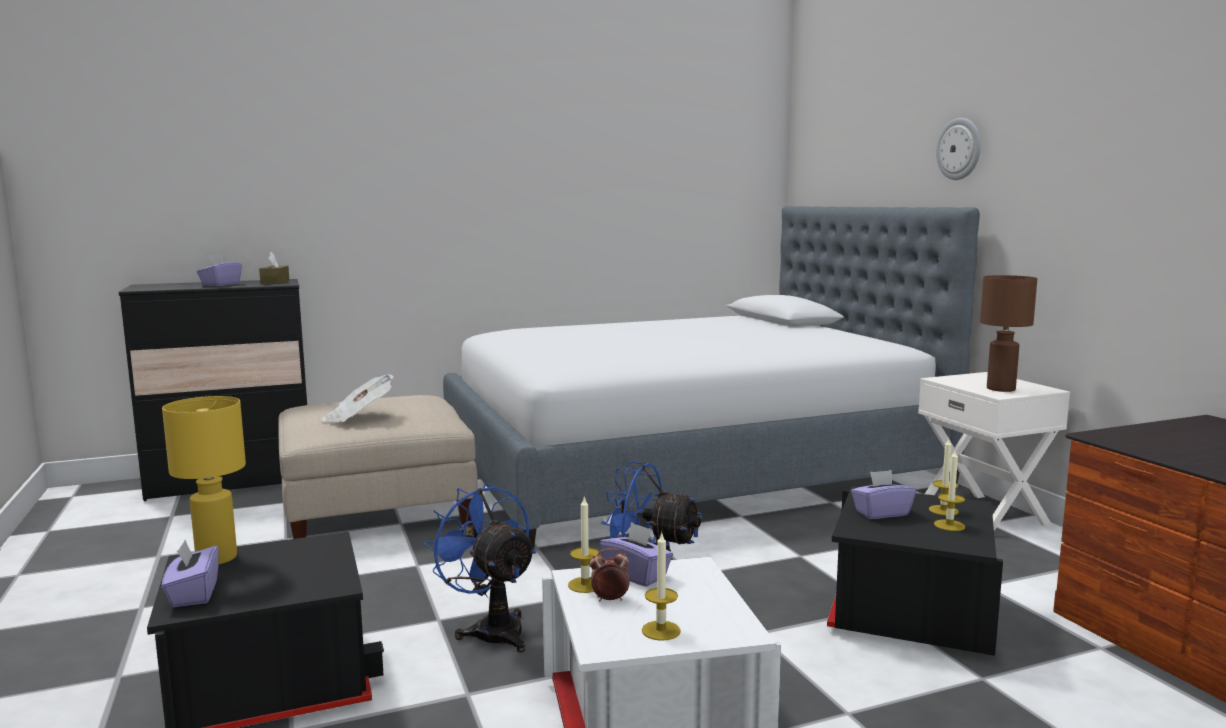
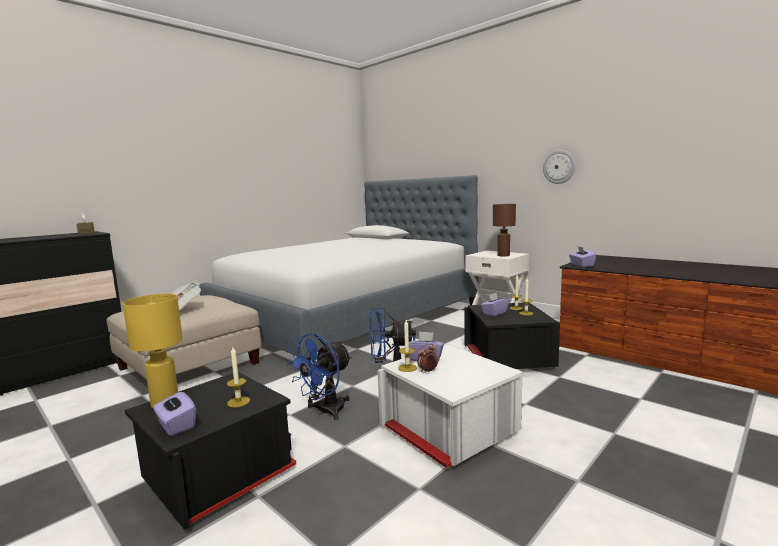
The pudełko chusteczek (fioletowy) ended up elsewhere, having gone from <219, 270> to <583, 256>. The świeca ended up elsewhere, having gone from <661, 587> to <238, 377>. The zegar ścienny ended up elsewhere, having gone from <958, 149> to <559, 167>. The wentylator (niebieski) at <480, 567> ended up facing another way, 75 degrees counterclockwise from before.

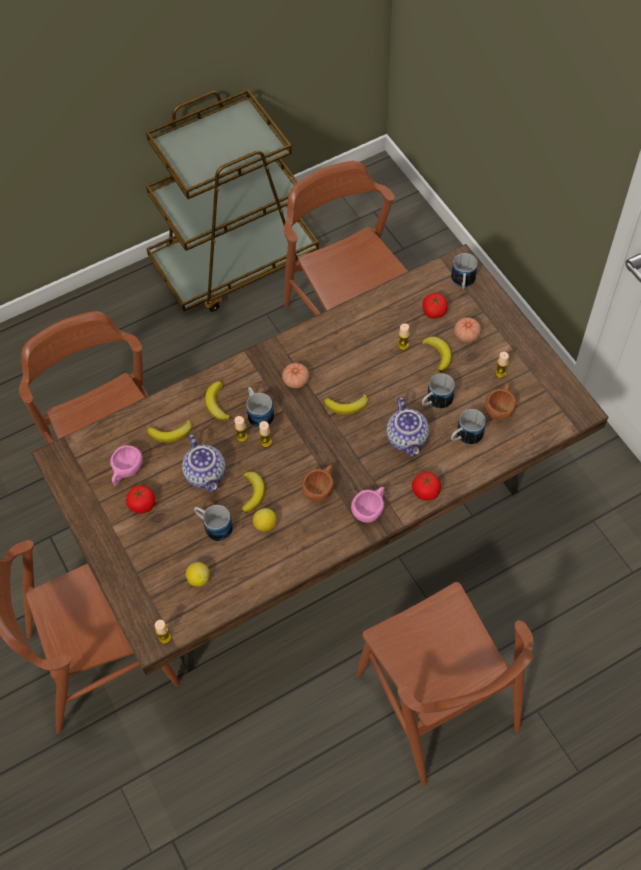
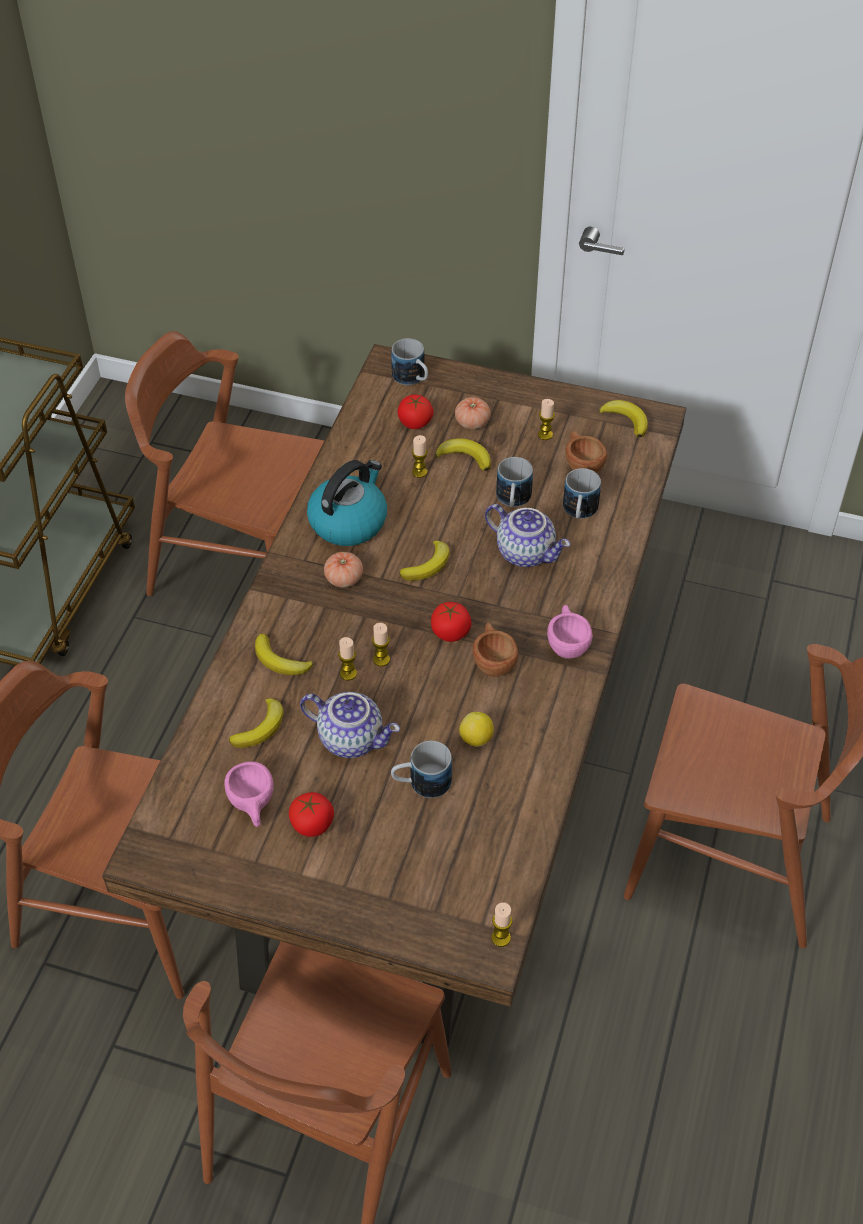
The second view lost the cytryna at <198, 574>. The second view lost the kubek at <260, 407>. The second view gained the czajnik at <347, 503>. The banan ended up elsewhere, having gone from <253, 492> to <623, 418>. The pomidor ended up elsewhere, having gone from <426, 486> to <451, 622>.

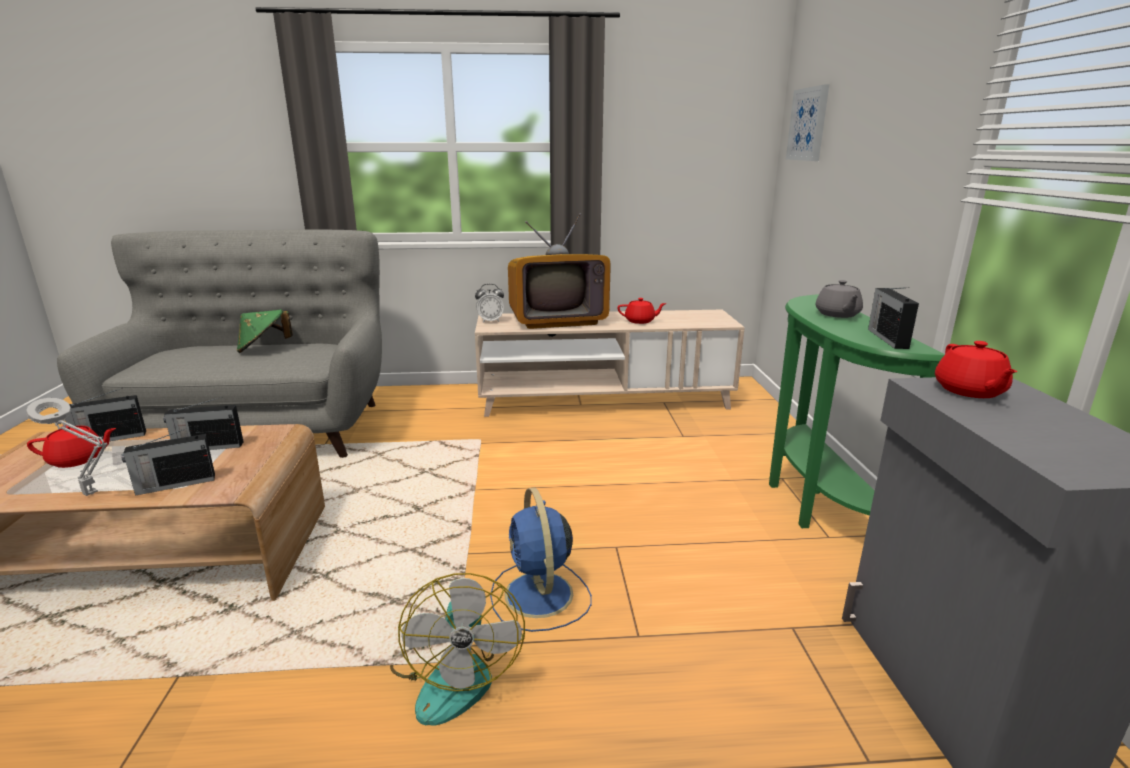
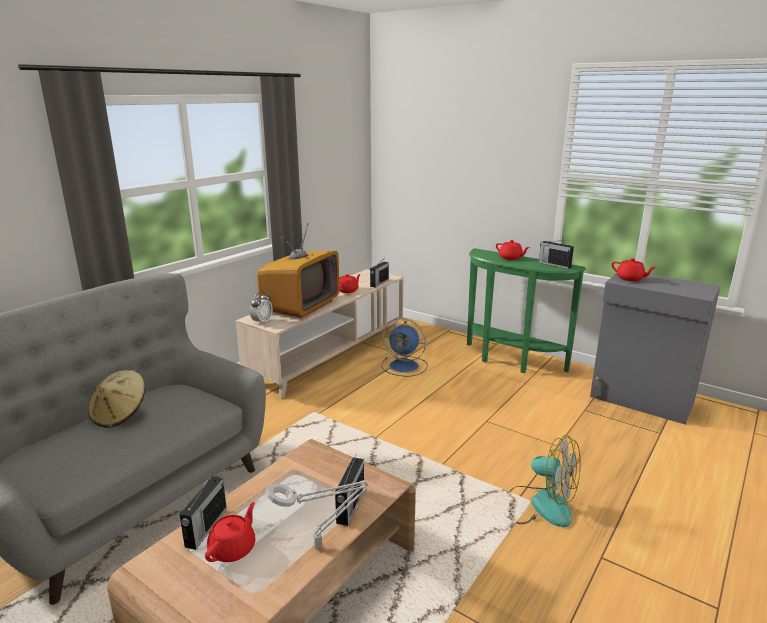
The second view lost the obraz at <807, 123>. The radio ended up elsewhere, having gone from <204, 423> to <379, 275>. The wentylator (niebieski) ended up elsewhere, having gone from <541, 559> to <405, 347>. What was the kapelusz (zielony) at <265, 331> turned into the kapelusz (beżowy) at <116, 399>. What was the imbryk (szary) at <839, 299> turned into the imbryk (czerwony) at <513, 250>.

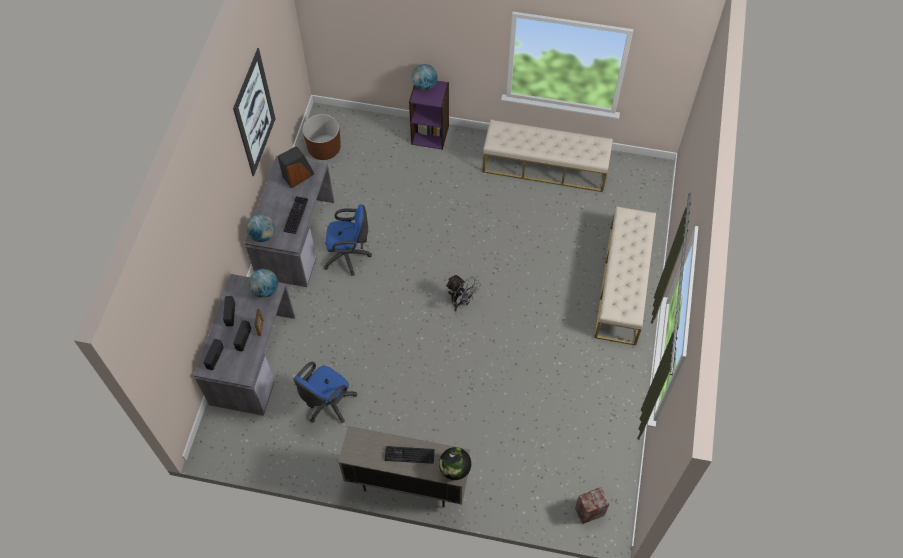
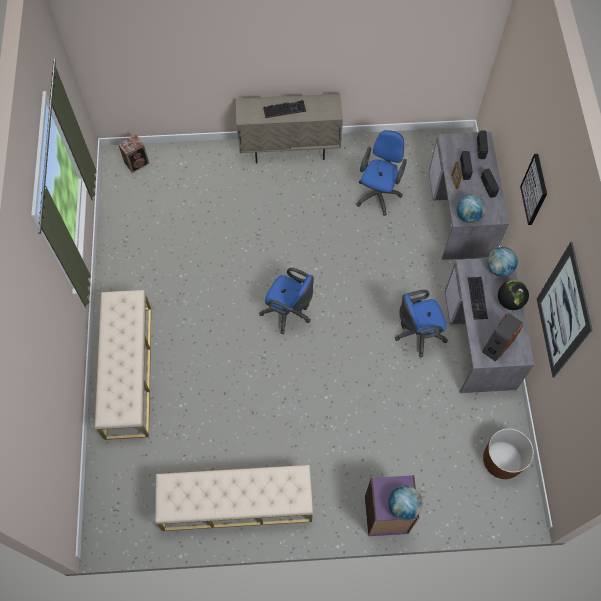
The second view gained the obraz at <533, 189>. The globus ended up elsewhere, having gone from <455, 463> to <513, 295>. Where the wentylator (szary) stood at <463, 293>, the krzesło biurowe (niebieski) came to stand at <286, 301>.

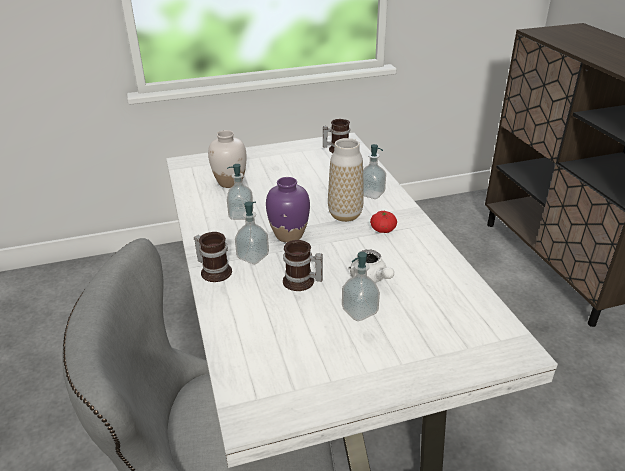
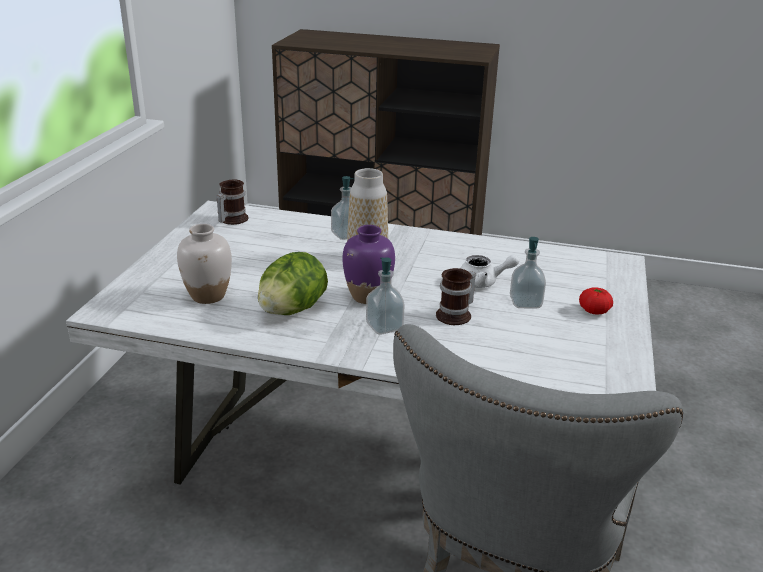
The second view lost the kubek at <213, 257>. The pomidor ended up elsewhere, having gone from <383, 222> to <596, 300>. Where the dozownik mydła stood at <240, 192>, the sałata came to stand at <293, 283>.

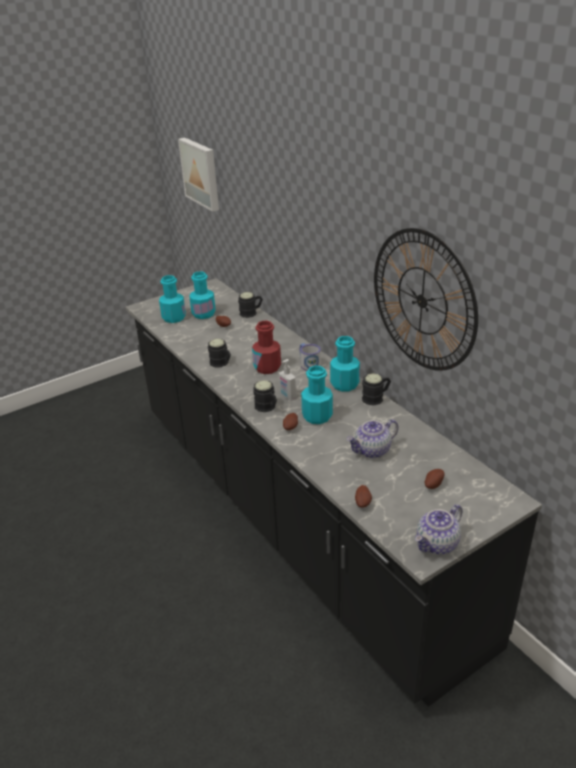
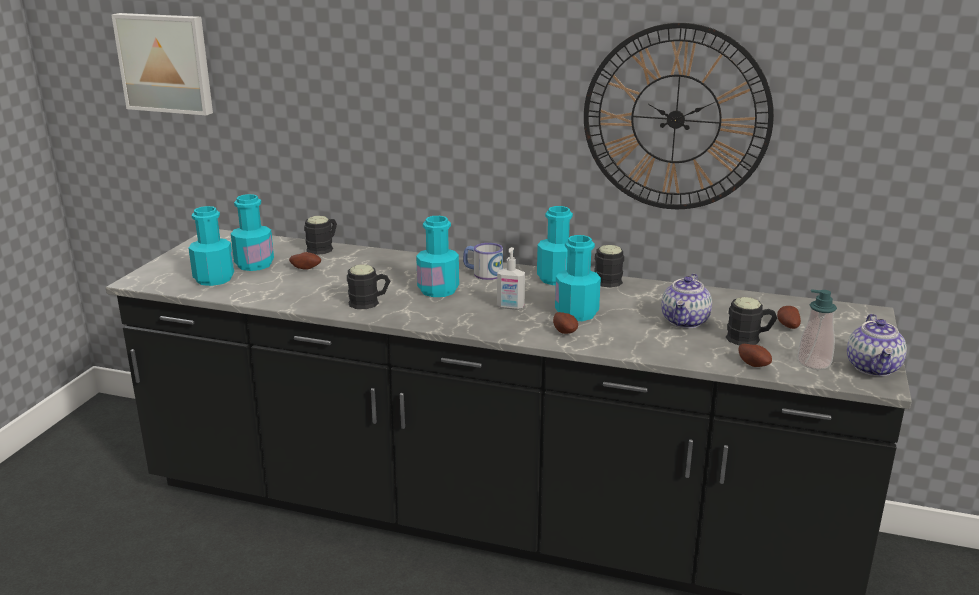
The second view gained the dozownik mydła at <817, 329>. The kubek (czarny) ended up elsewhere, having gone from <265, 396> to <751, 321>. What was the butelka (czerwony) at <266, 347> turned into the butelka (turkusowy) at <437, 256>.

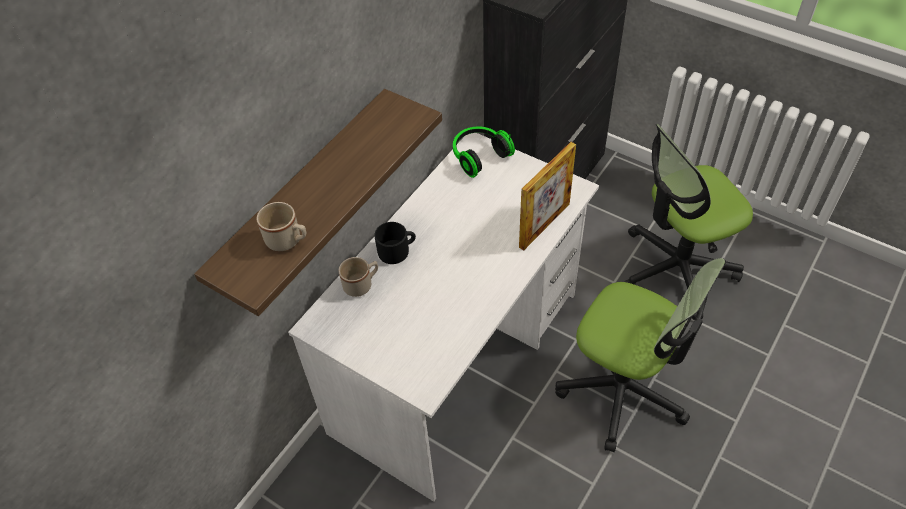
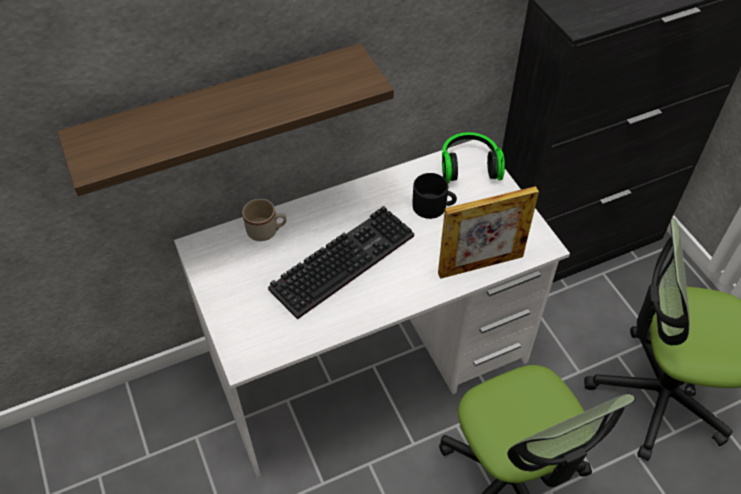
The second view lost the kubek (beżowy) at <281, 226>. The second view gained the klawiatura at <341, 262>. The kubek (czarny) ended up elsewhere, having gone from <395, 243> to <434, 196>.

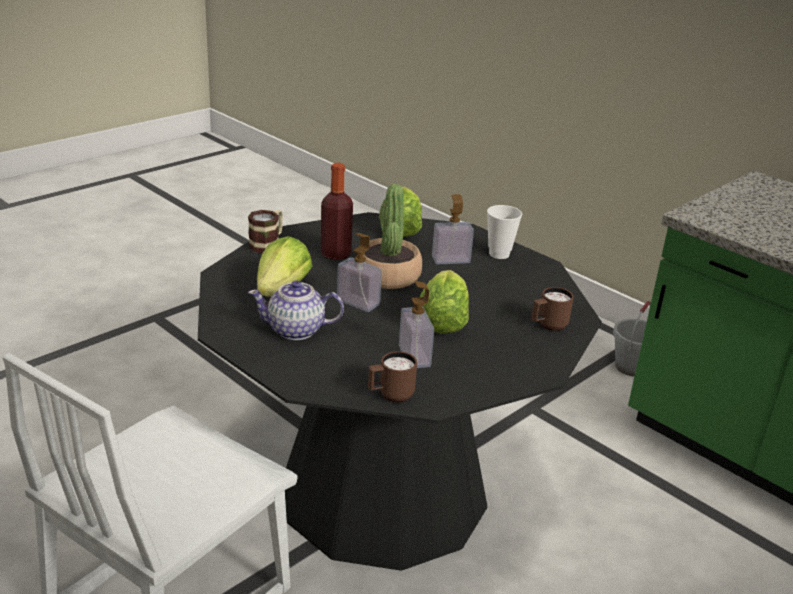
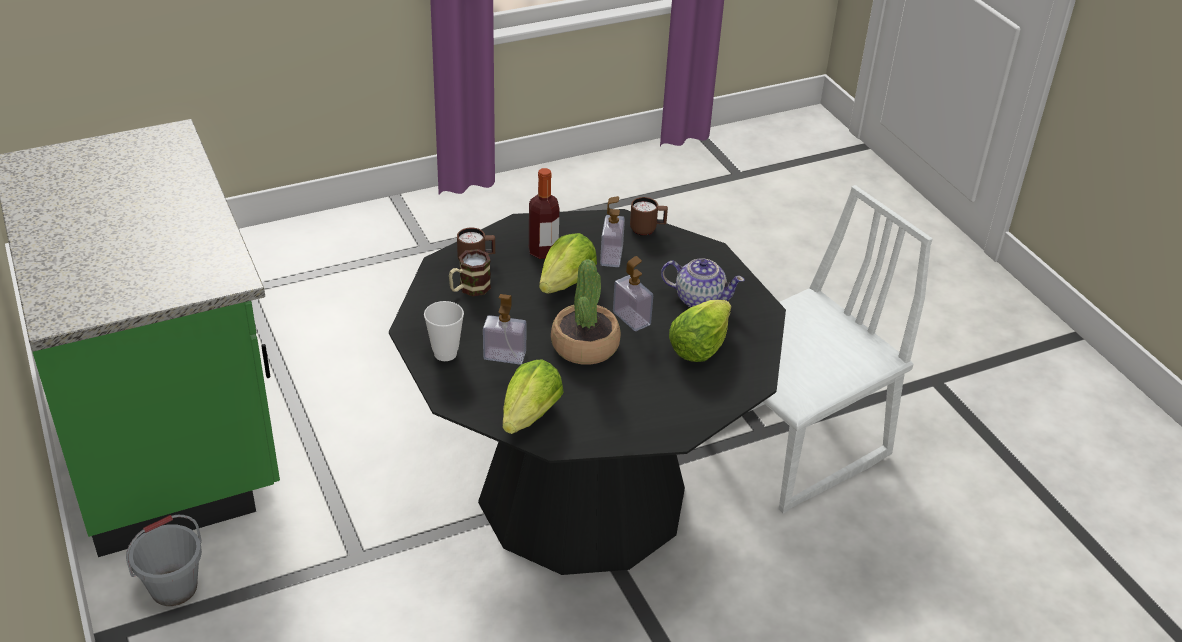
The kubek ended up elsewhere, having gone from <265, 231> to <470, 272>. The butelka ended up elsewhere, having gone from <337, 211> to <544, 213>.

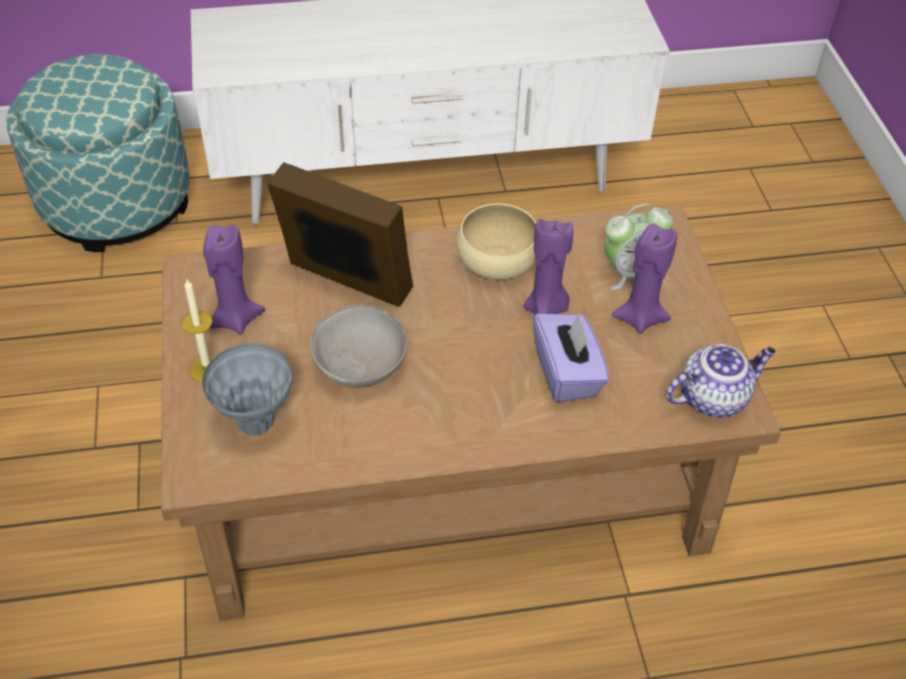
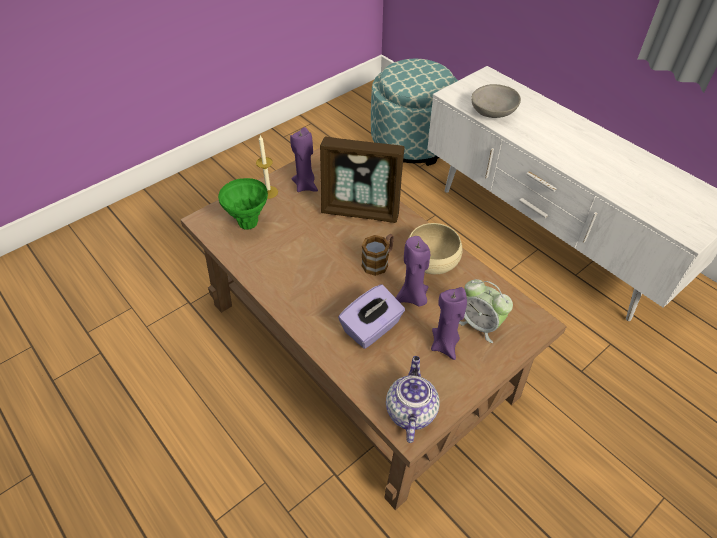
The second view gained the kubek at <378, 255>. The miska (szary) ended up elsewhere, having gone from <359, 346> to <496, 101>. What was the wazon (szary) at <247, 389> turned into the wazon (zielony) at <243, 203>. The ramka na zdjęcie at <340, 234> ended up facing another way, 105 degrees clockwise from before. The imbryk at <720, 380> ended up facing another way, 120 degrees counterclockwise from before.

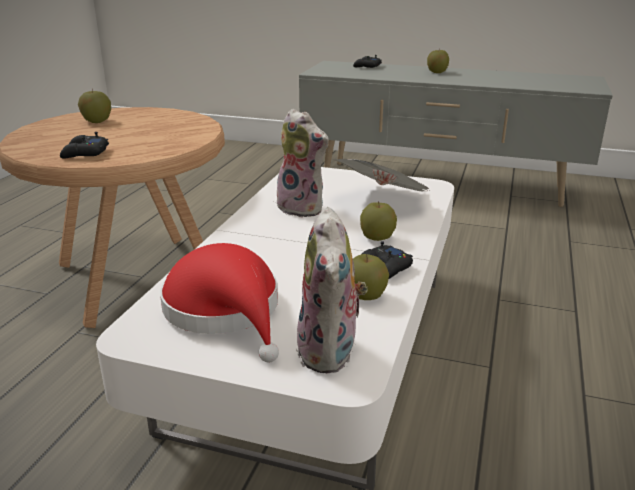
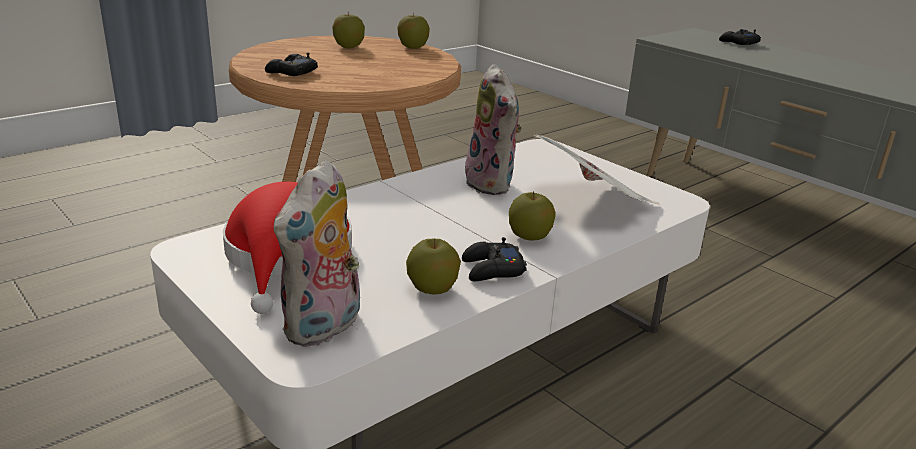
The jabłko ended up elsewhere, having gone from <438, 60> to <413, 31>.

